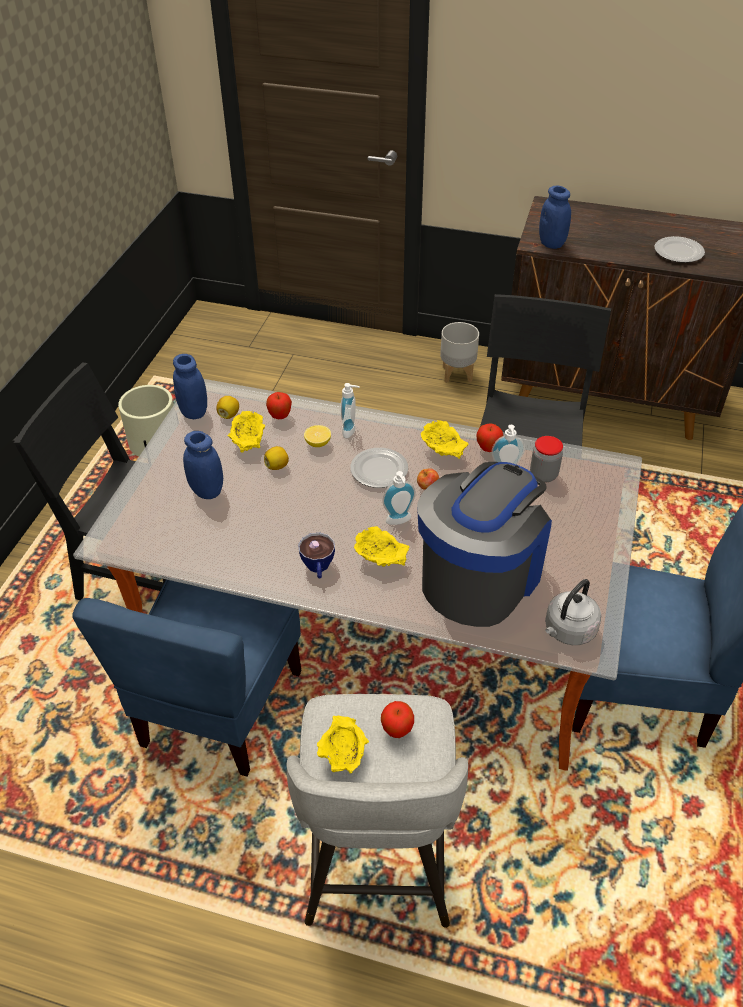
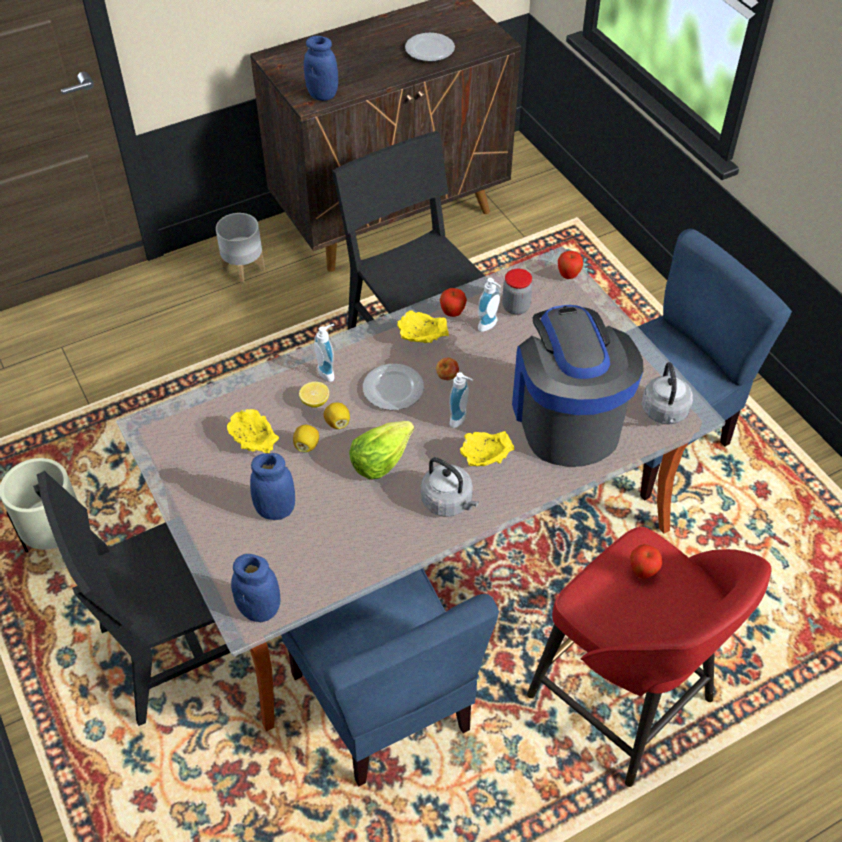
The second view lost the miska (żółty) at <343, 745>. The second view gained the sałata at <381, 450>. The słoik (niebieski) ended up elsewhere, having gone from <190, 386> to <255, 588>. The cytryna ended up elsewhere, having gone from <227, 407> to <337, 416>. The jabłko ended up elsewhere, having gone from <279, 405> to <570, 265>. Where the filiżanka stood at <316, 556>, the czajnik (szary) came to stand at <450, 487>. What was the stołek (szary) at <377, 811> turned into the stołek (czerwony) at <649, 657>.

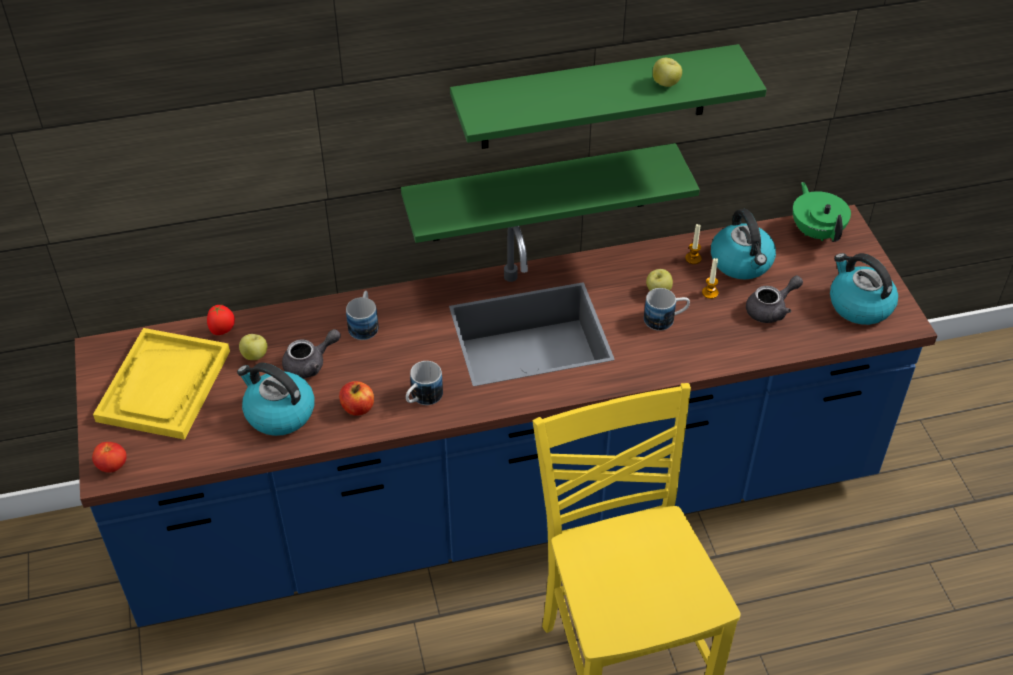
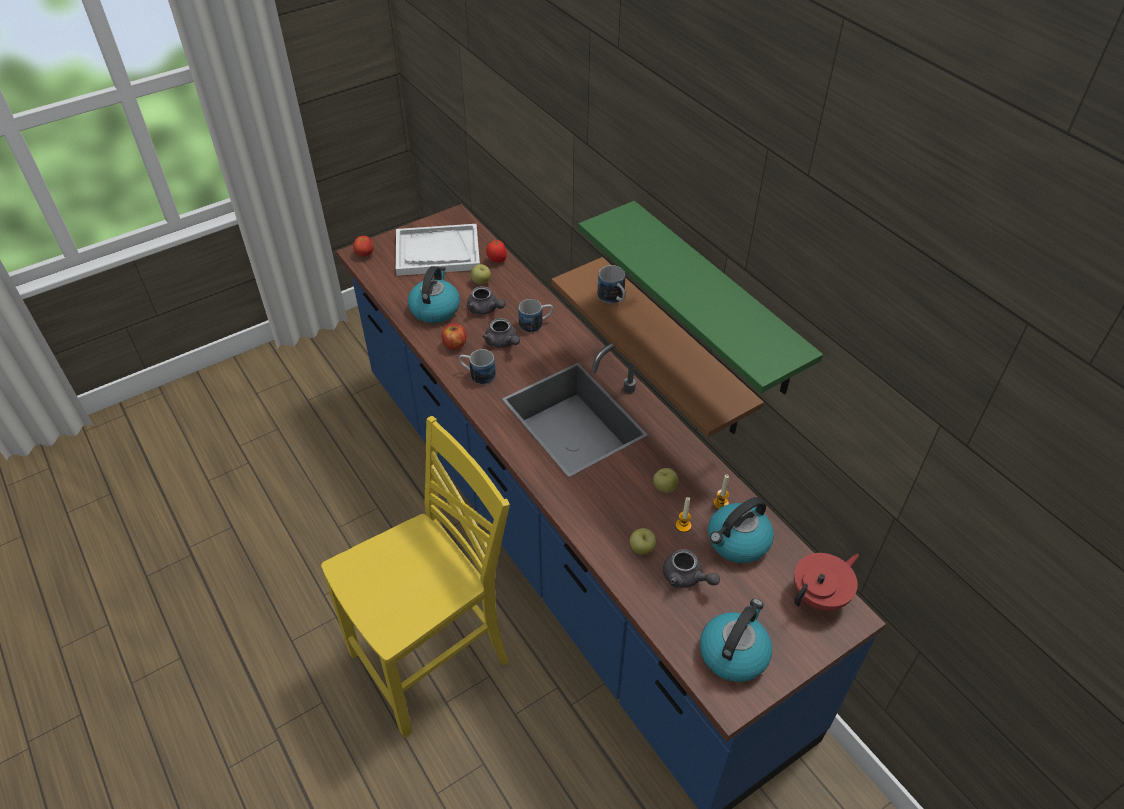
The second view gained the imbryk (szary) at <501, 333>. The kubek ended up elsewhere, having gone from <667, 309> to <612, 284>. The jabłko ended up elsewhere, having gone from <667, 72> to <643, 541>. What was the taca (żółty) at <161, 384> turned into the taca (biały) at <438, 250>. What was the półka (zielony) at <550, 193> turned into the półka (brązowy) at <657, 347>. What was the imbryk (zielony) at <822, 212> turned into the imbryk (czerwony) at <826, 582>.

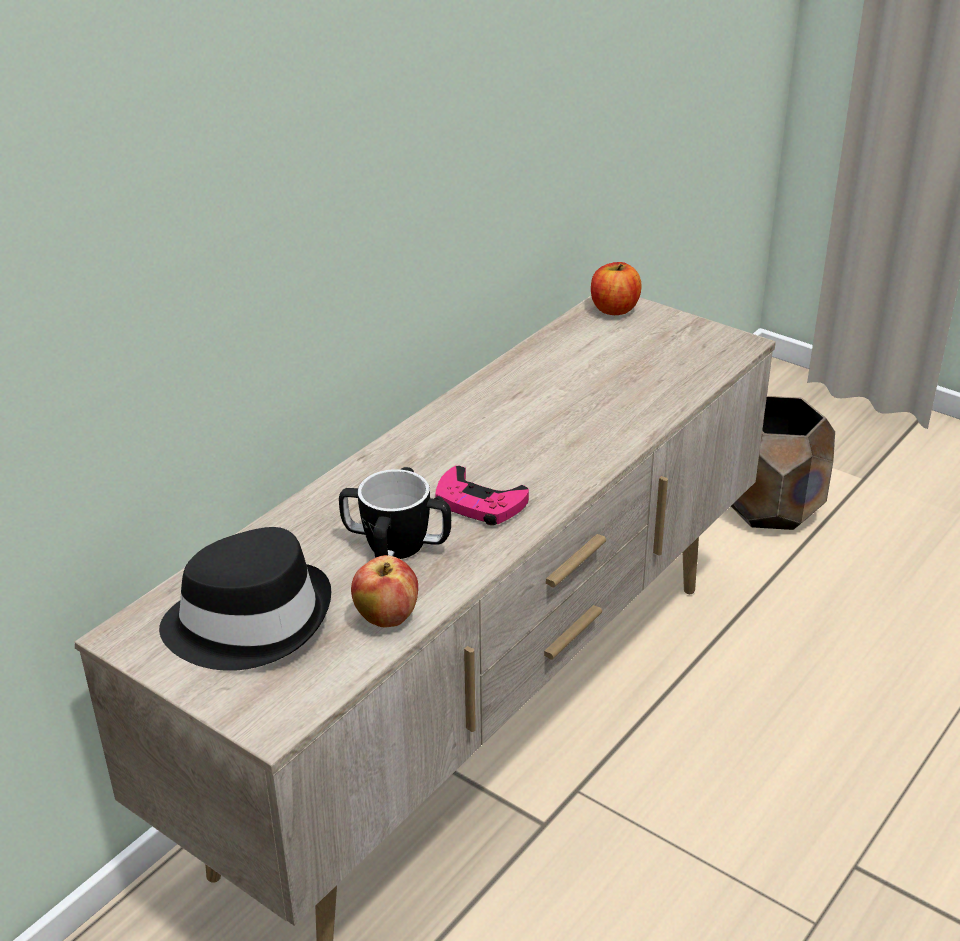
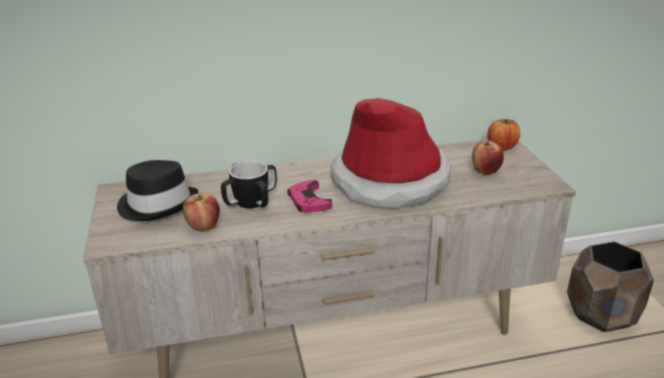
The second view gained the kapelusz at <390, 152>. The second view gained the jabłko at <488, 158>.

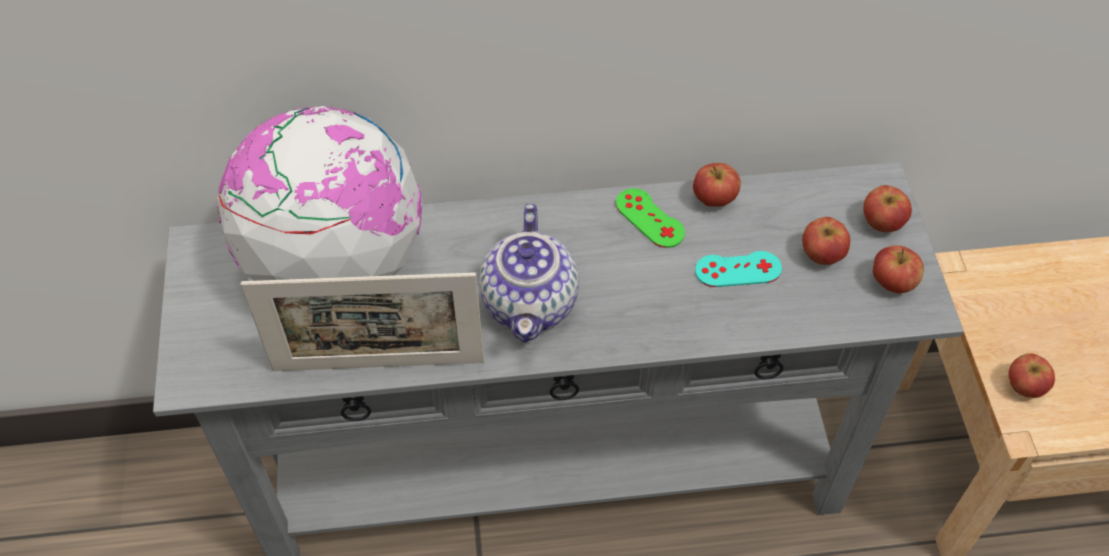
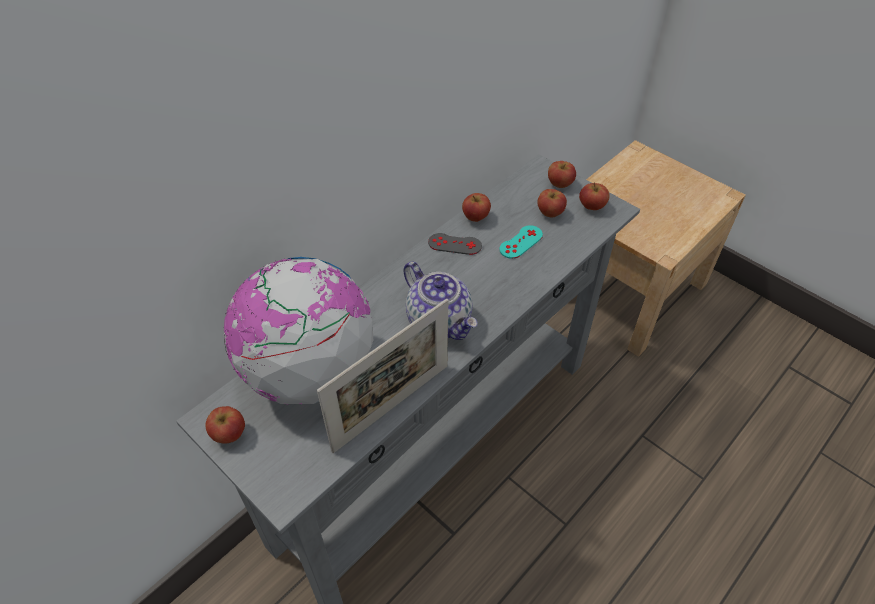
The jabłko ended up elsewhere, having gone from <1031, 375> to <225, 425>. What was the pad do gier (zielony) at <650, 218> turned into the pad do gier (szary) at <455, 244>.

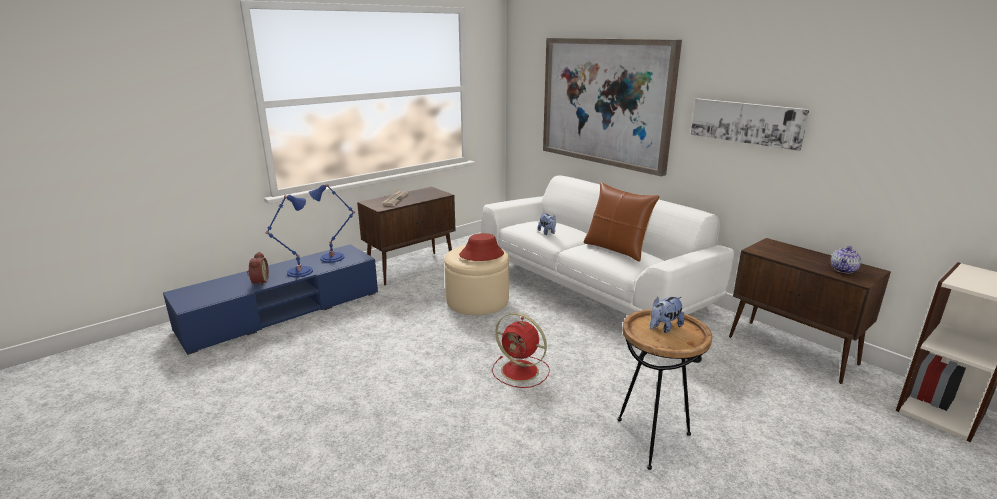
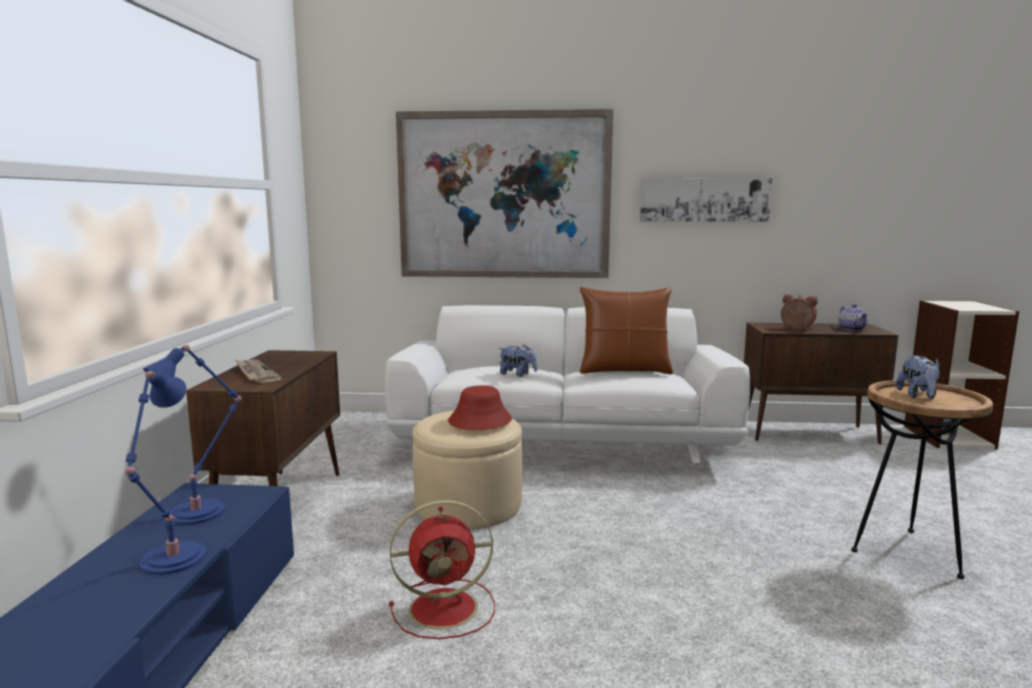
The budzik ended up elsewhere, having gone from <258, 269> to <799, 312>. The wentylator (czerwony) ended up elsewhere, having gone from <521, 350> to <442, 569>.

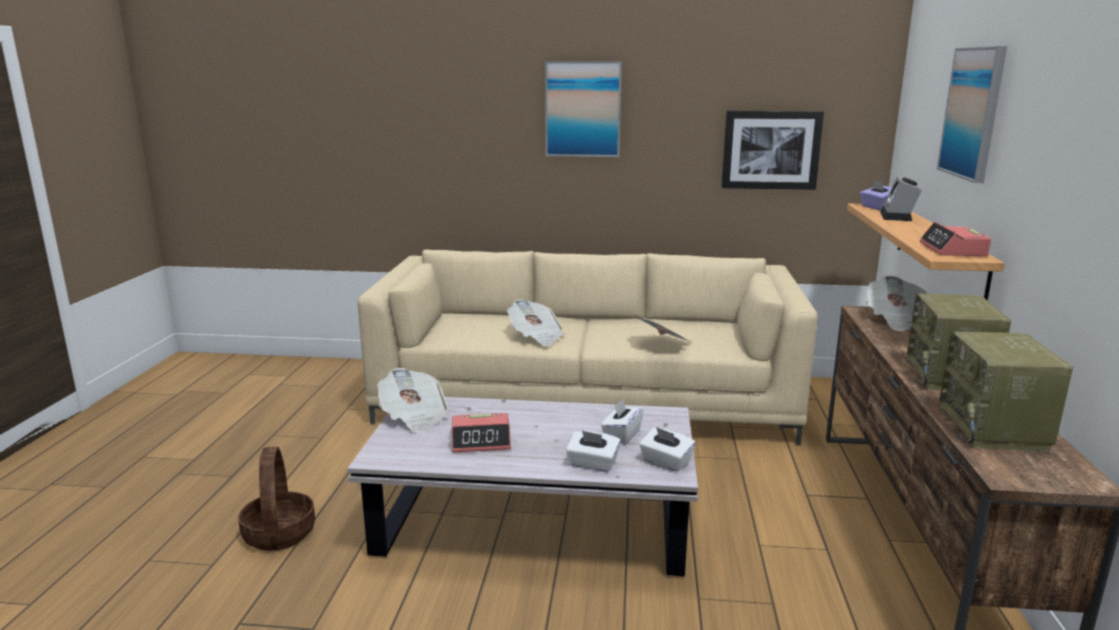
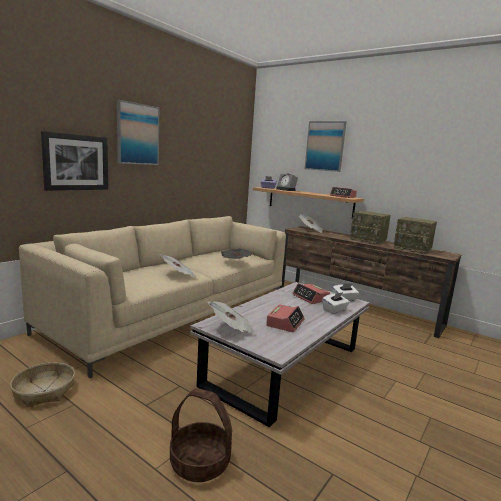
The second view gained the koszyk at <42, 385>. The obraz ended up elsewhere, having gone from <772, 150> to <74, 161>. Where the pudełko chusteczek (biały) stood at <622, 421>, the budzik came to stand at <311, 293>.

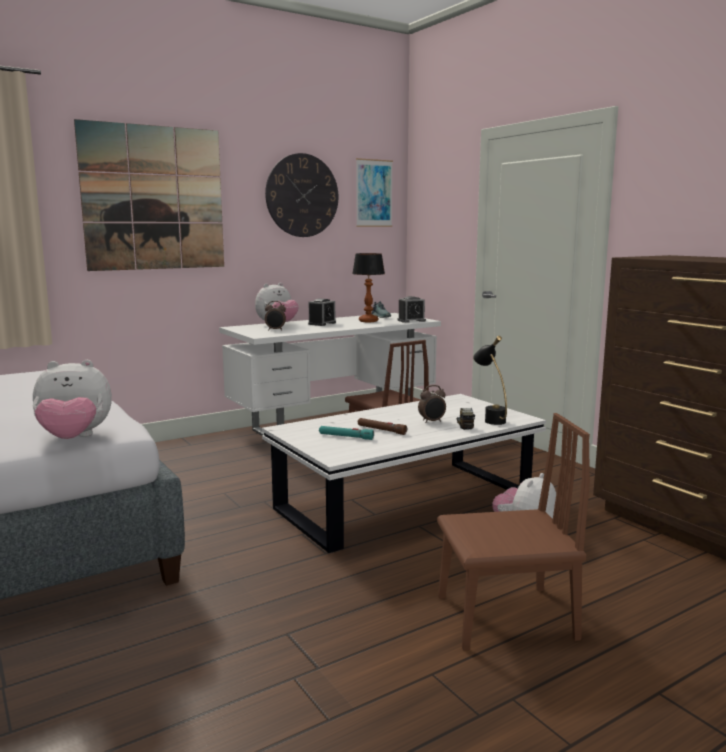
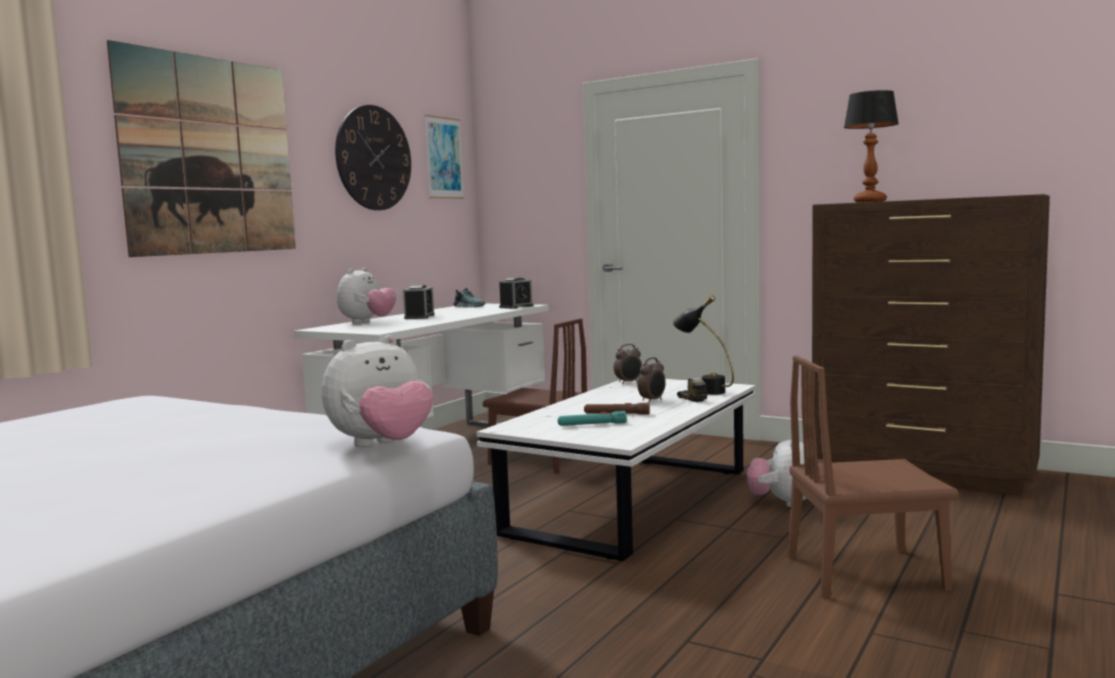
The budzik ended up elsewhere, having gone from <275, 316> to <628, 364>. The lampa stołowa ended up elsewhere, having gone from <368, 287> to <871, 146>. The krzesło (brązowy) at <513, 531> ended up facing another way, 150 degrees counterclockwise from before.

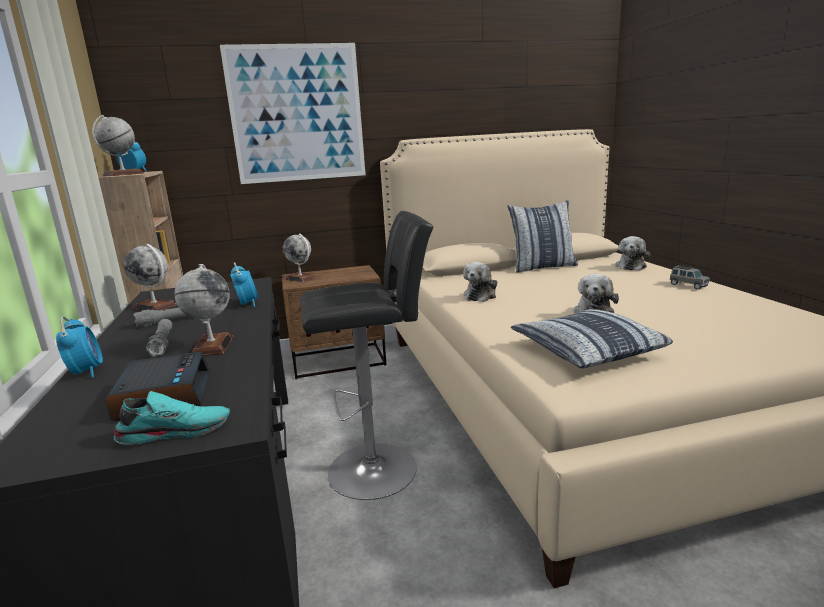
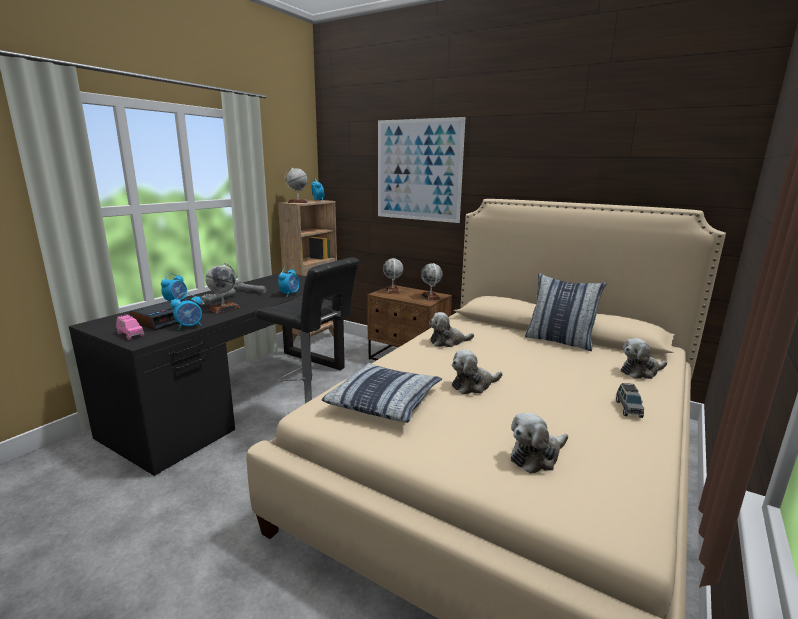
The second view gained the budzik at <186, 311>. The second view gained the pluszak at <539, 443>. The globus ended up elsewhere, having gone from <150, 277> to <432, 281>. Where the but (turkusowy) stood at <172, 418>, the samochodzik (różowy) came to stand at <130, 327>.

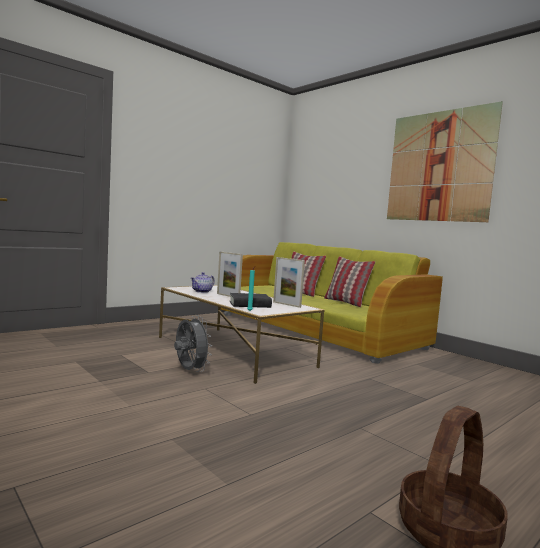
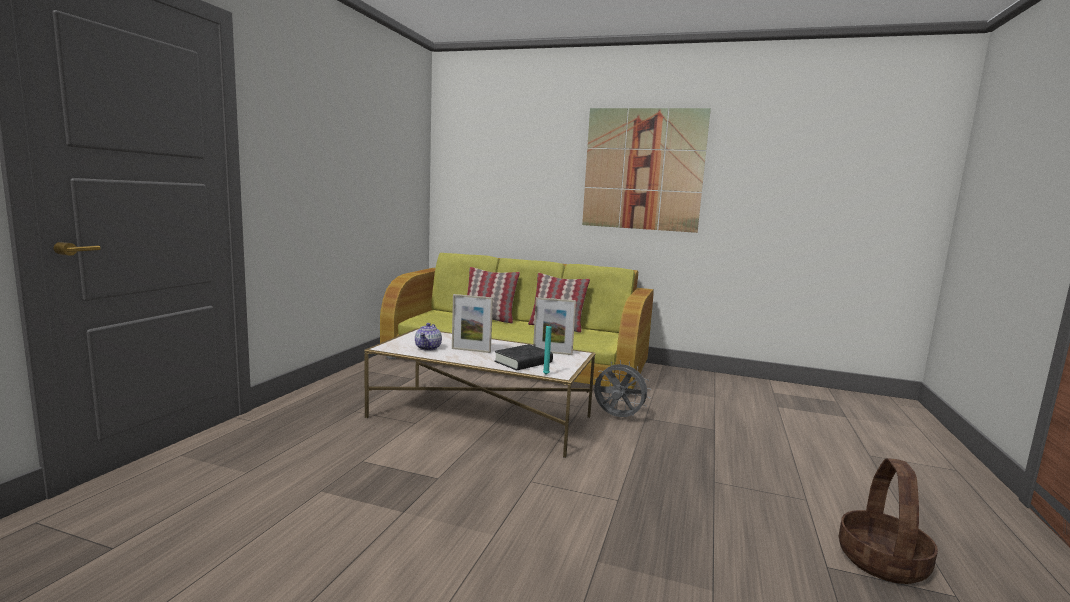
The wentylator (szary) ended up elsewhere, having gone from <193, 343> to <622, 388>.

